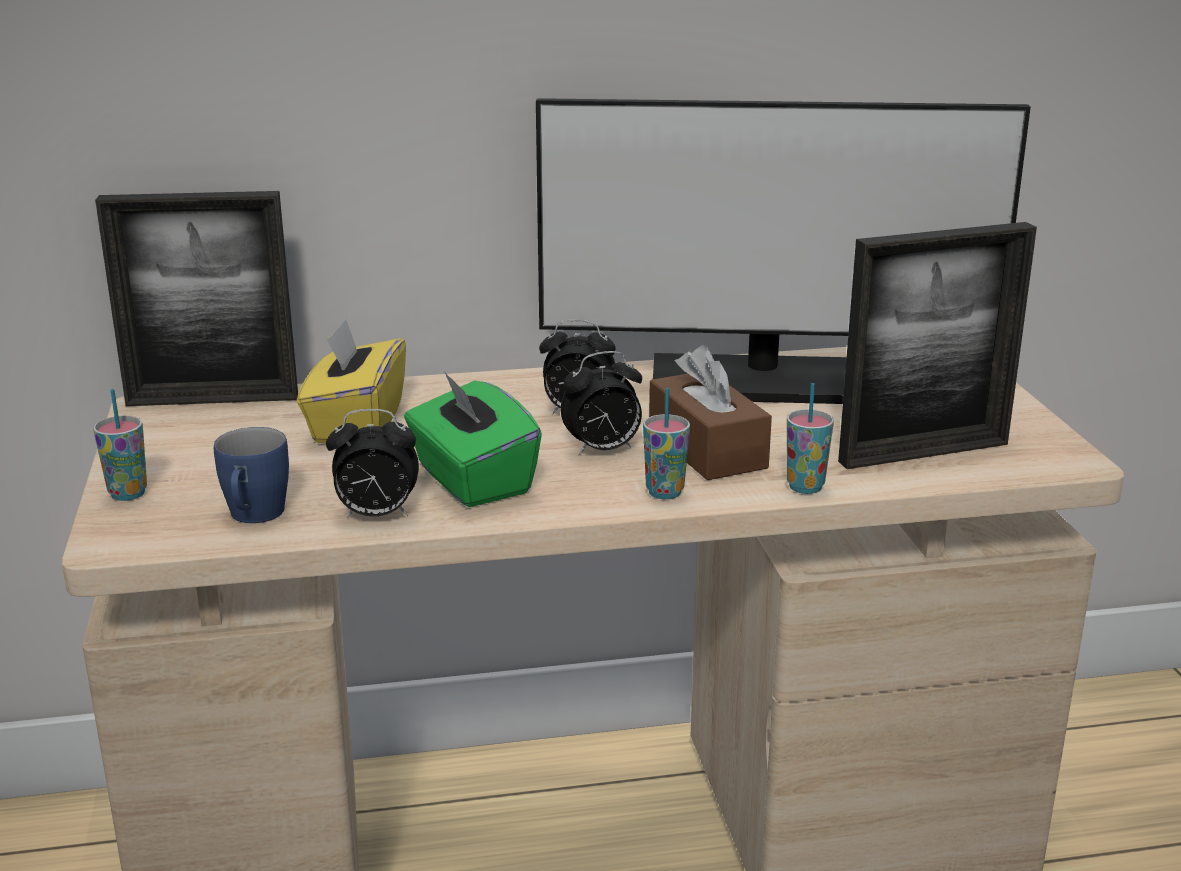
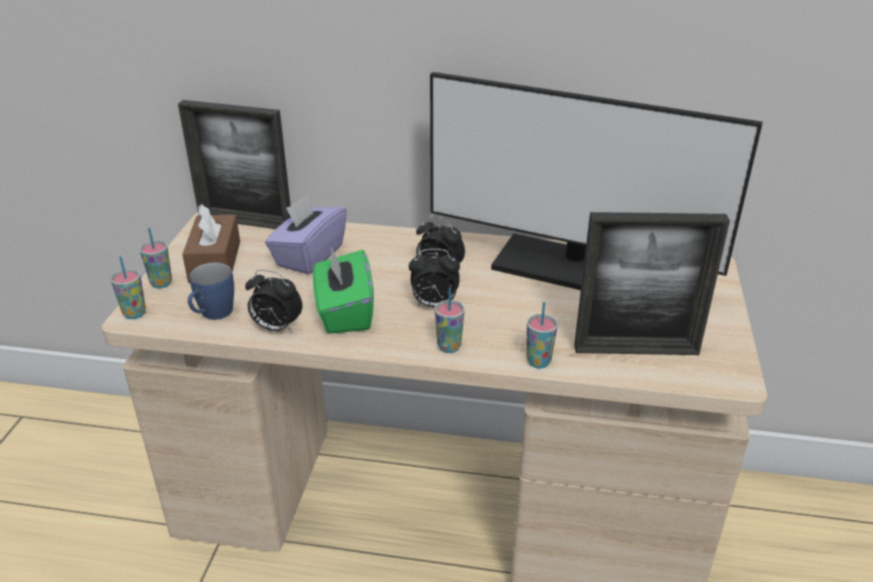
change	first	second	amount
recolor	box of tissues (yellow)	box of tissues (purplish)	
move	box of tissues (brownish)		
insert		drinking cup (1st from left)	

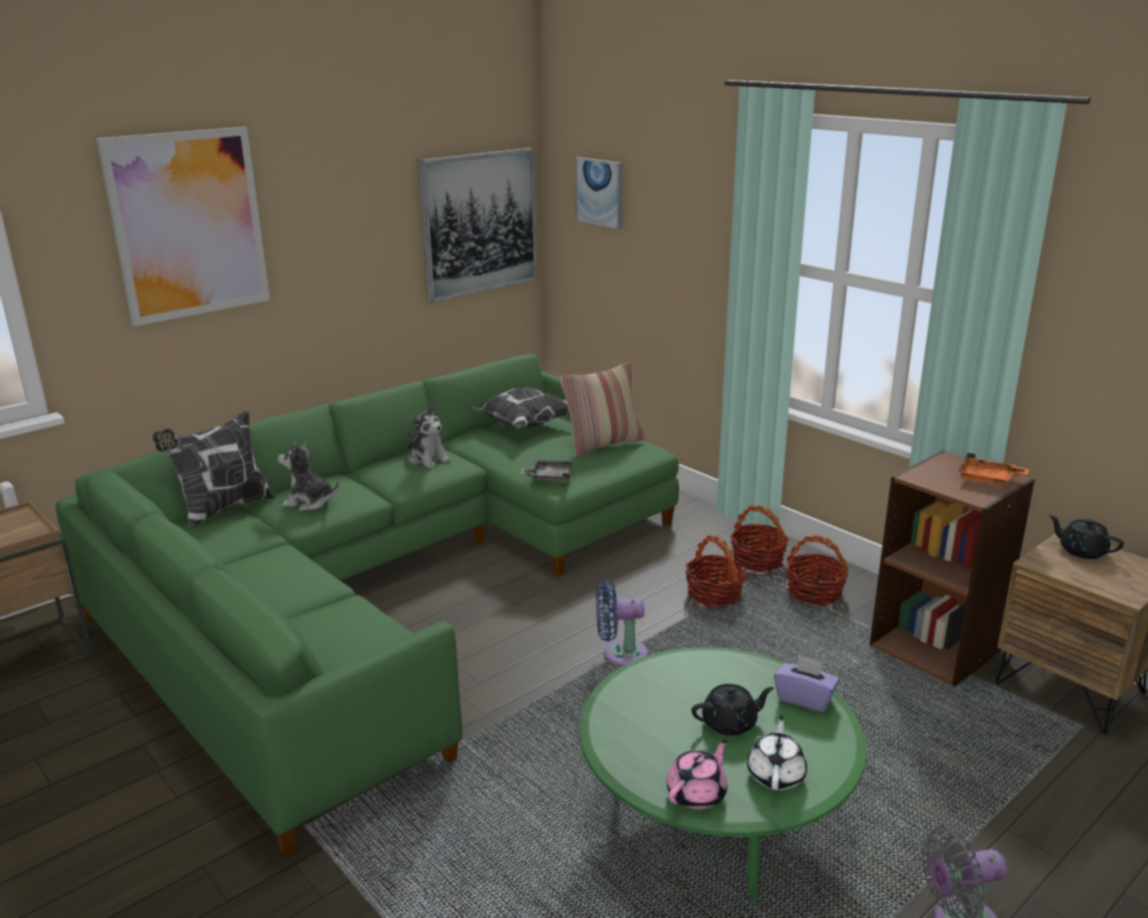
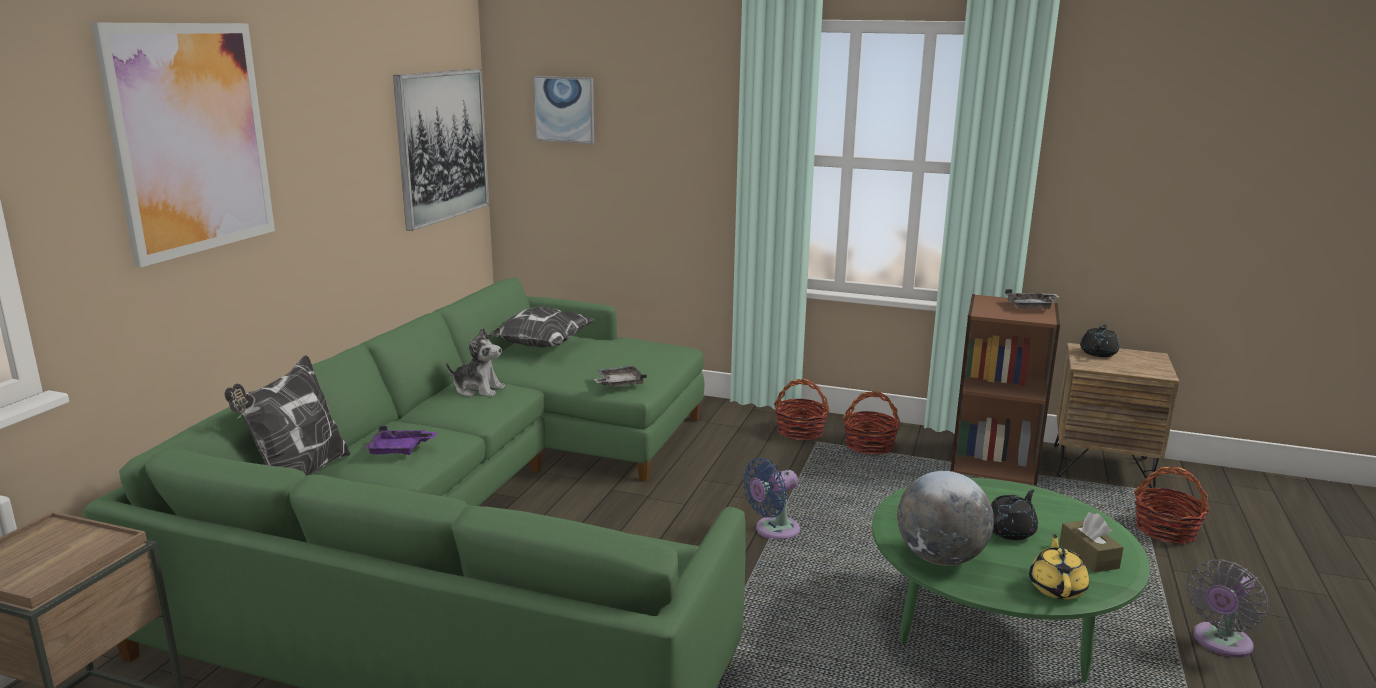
change	first	second	amount
replace	cuddly toy (1st from left)	serving tray (purplish)	
delete	pillow (3rd from left)		
recolor	teapot (pink-coloured)	teapot (yellow)	
move	storage basket (1st from left in the first image)	storage basket (3rd from left)	
replace	teapot (white)	box of tissues (brownish)	
delete	box of tissues (purplish)		
recolor	serving tray (orange)	serving tray (grey) (2nd from left)	
rotate	teapot (black-coloured) (2nd from left)		105 degrees clockwise
insert		world globe	

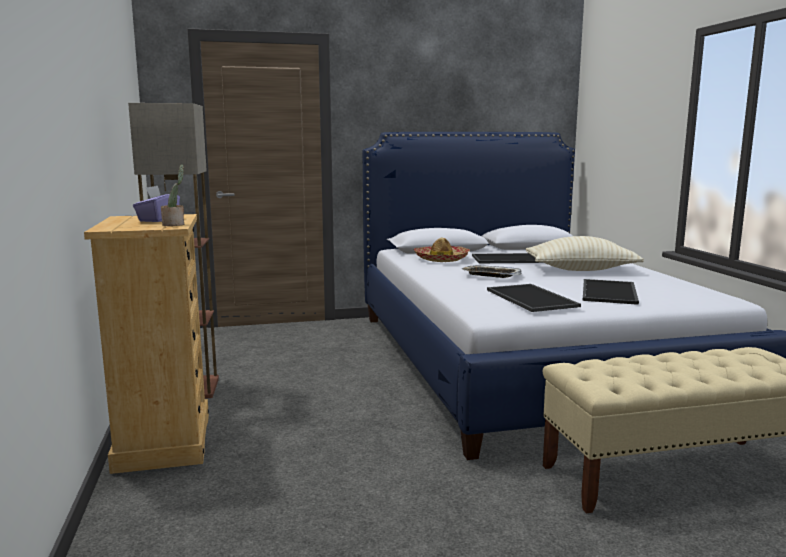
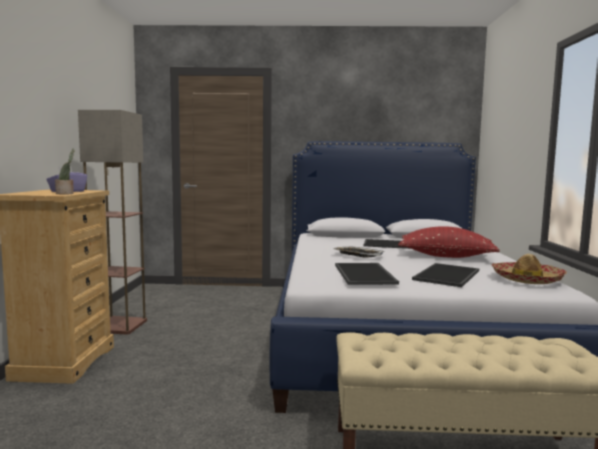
change	first	second	amount
move	wearable hat		
recolor	pillow (beige-coloured)	pillow (red)	

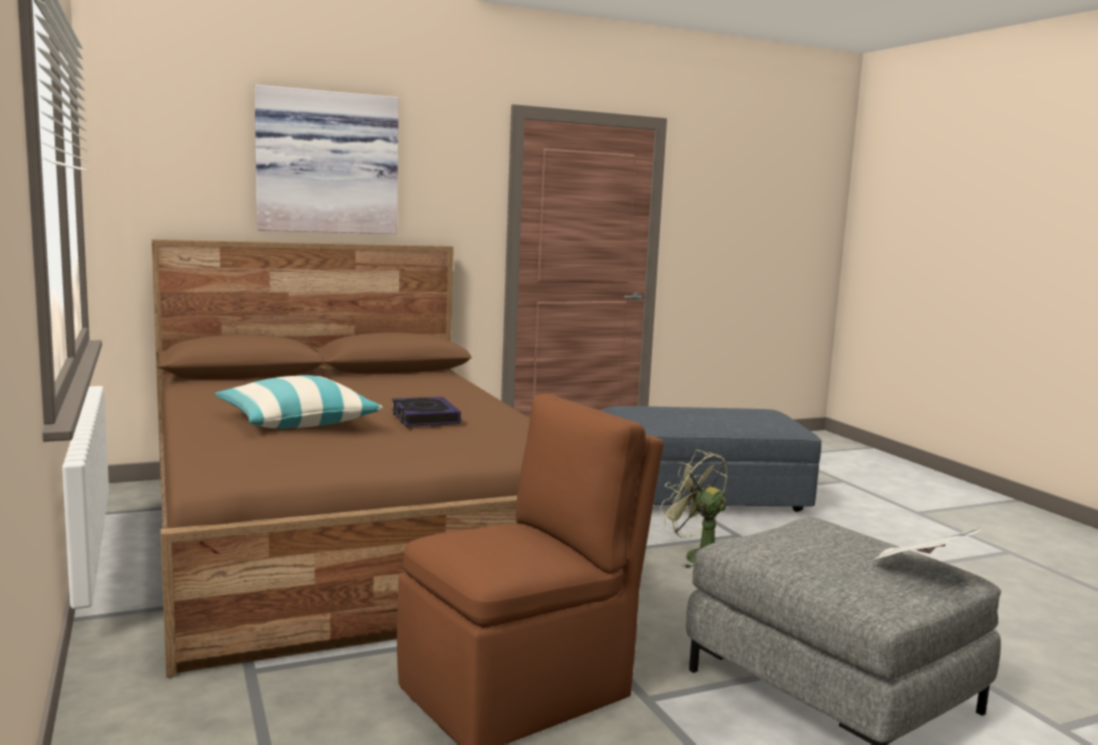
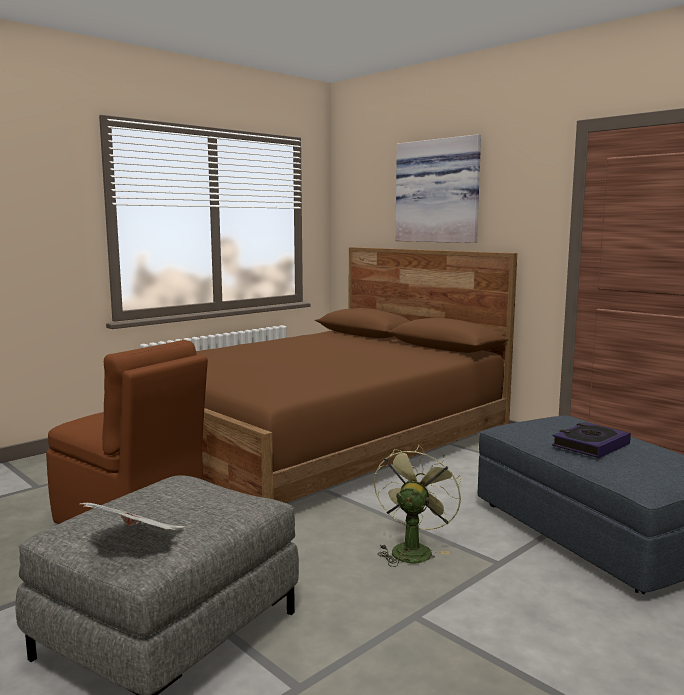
change	first	second	amount
delete	pillow		
move	book		

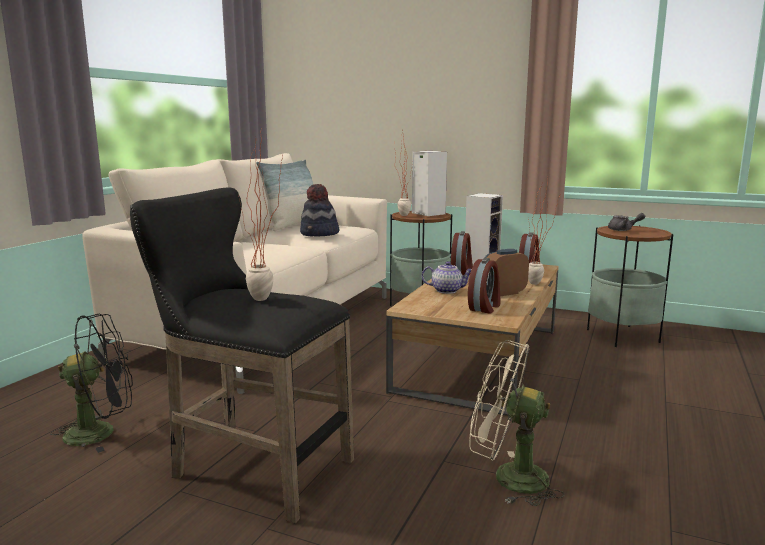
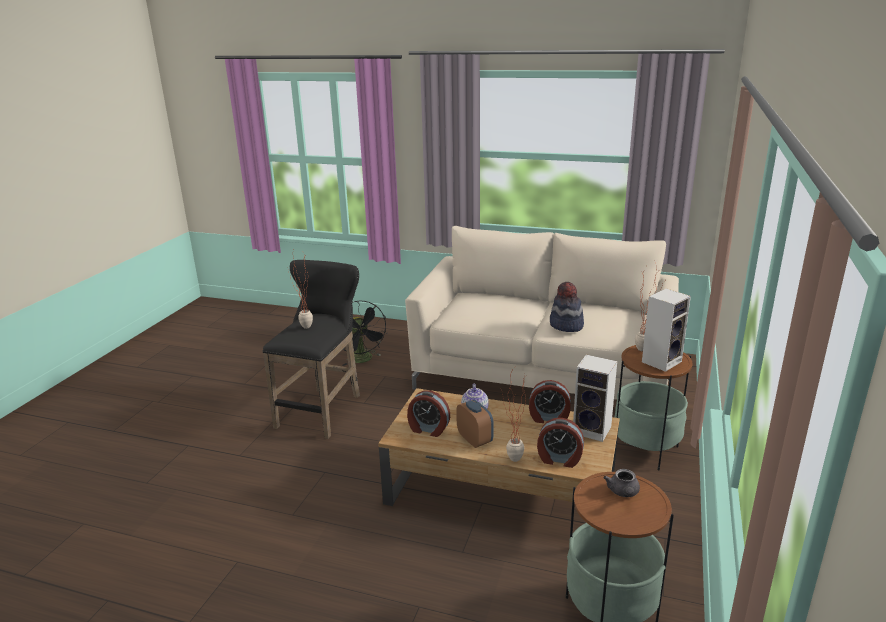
change	first	second	amount
delete	pillow		
delete	cooling fan (beige-coloured)		

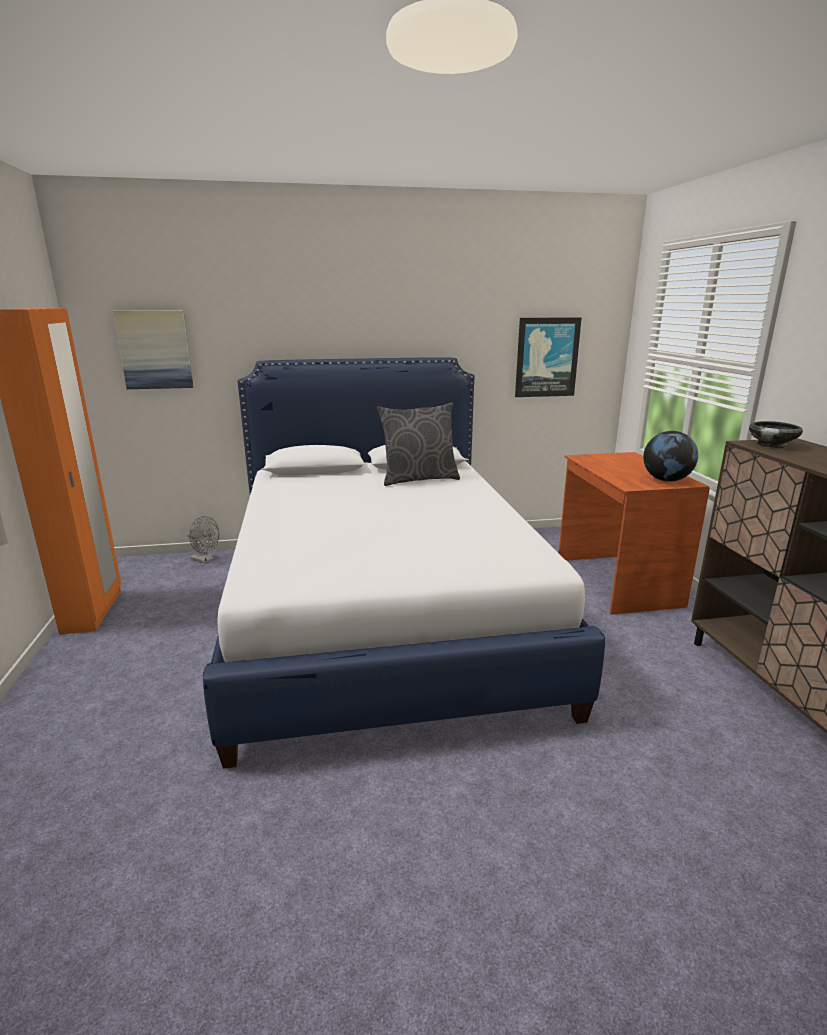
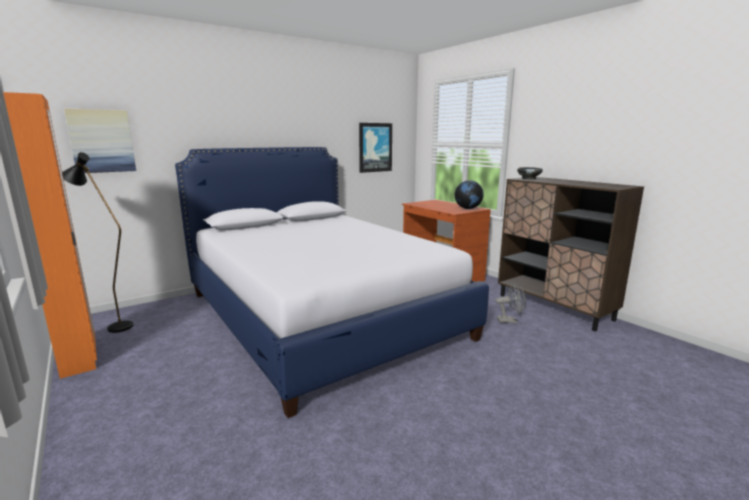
change	first	second	amount
move	cooling fan (grey)		
delete	pillow (grey)		
insert		standing lamp (black-coloured)	

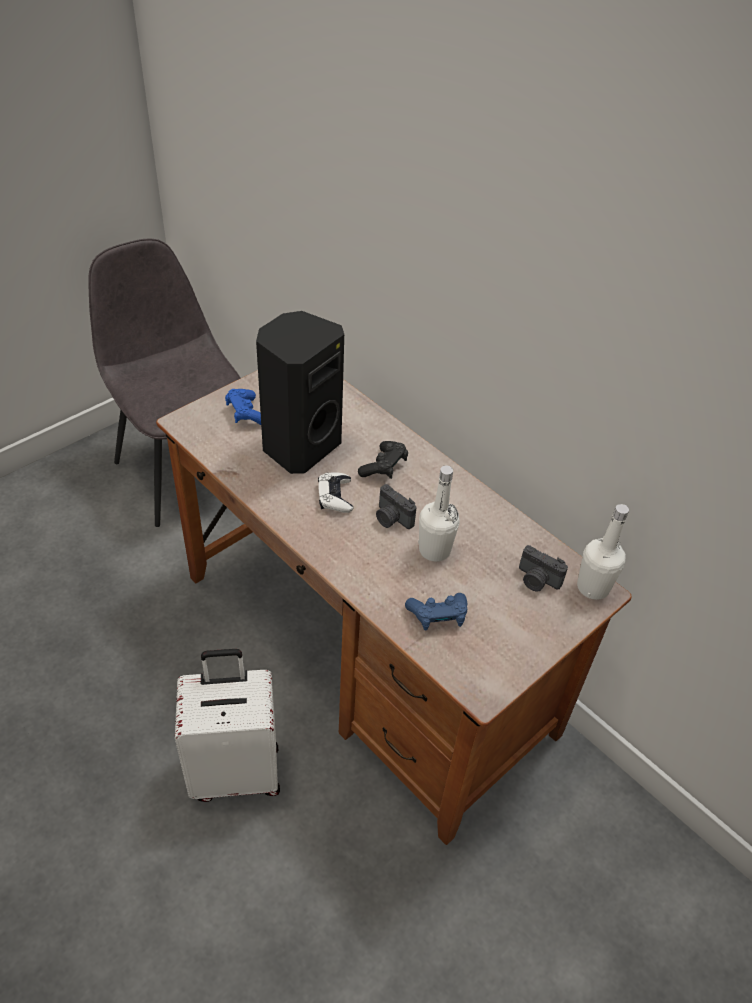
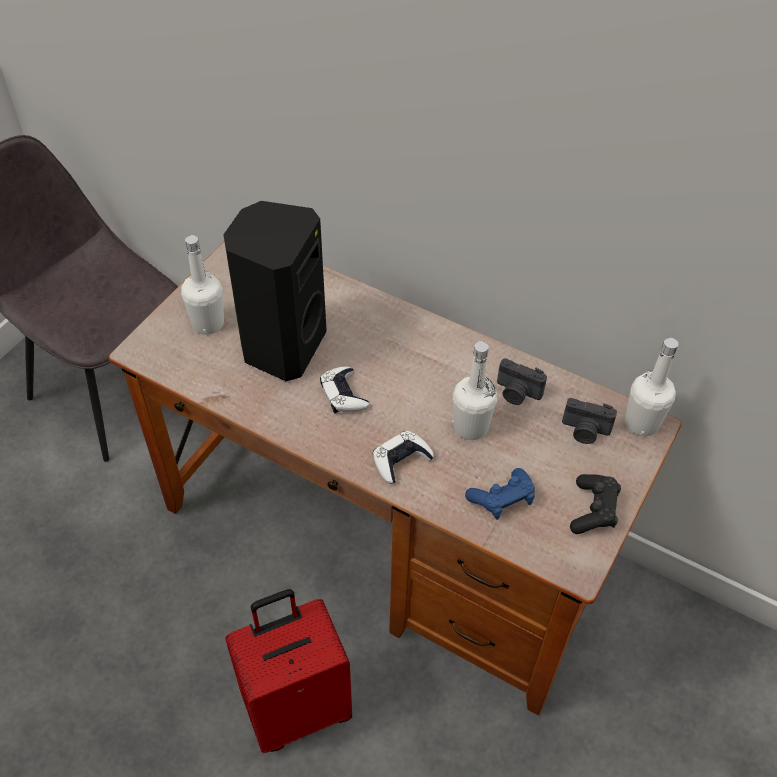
change	first	second	amount
recolor	piece of luggage (white)	piece of luggage (red)	
replace	joypad (blue) (1st from left)	bottle (white) (1st from left)	
move	joypad (black-coloured)		
move	photo camera (1st from left)		
insert		joypad (white) (2nd from left)	

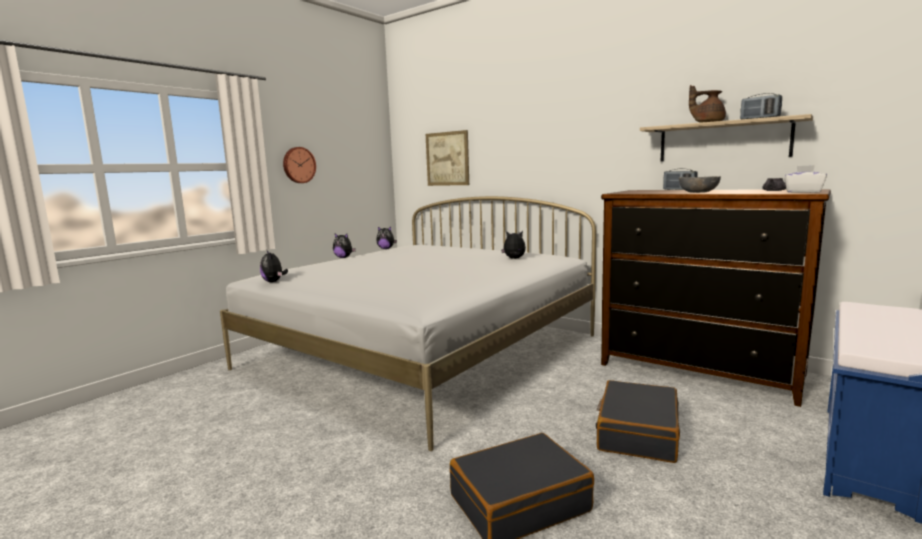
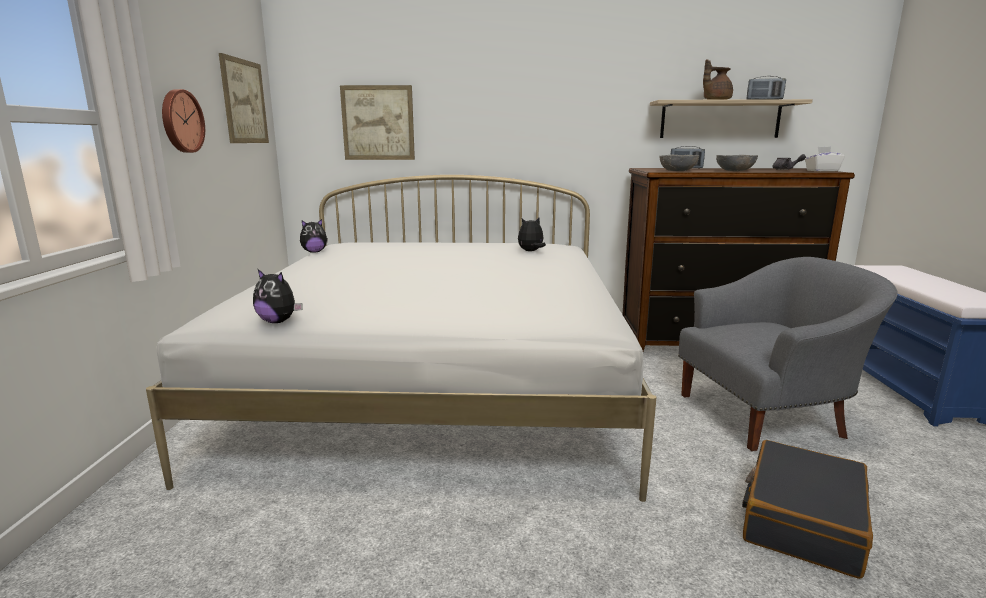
change	first	second	amount
delete	cuddly toy (2nd from left)		
replace	piece of luggage (black-coloured) (2nd from left)	easy chair (grey)	
insert		wall art (1st from left)	
insert		bowl (grey) (1st from left)	

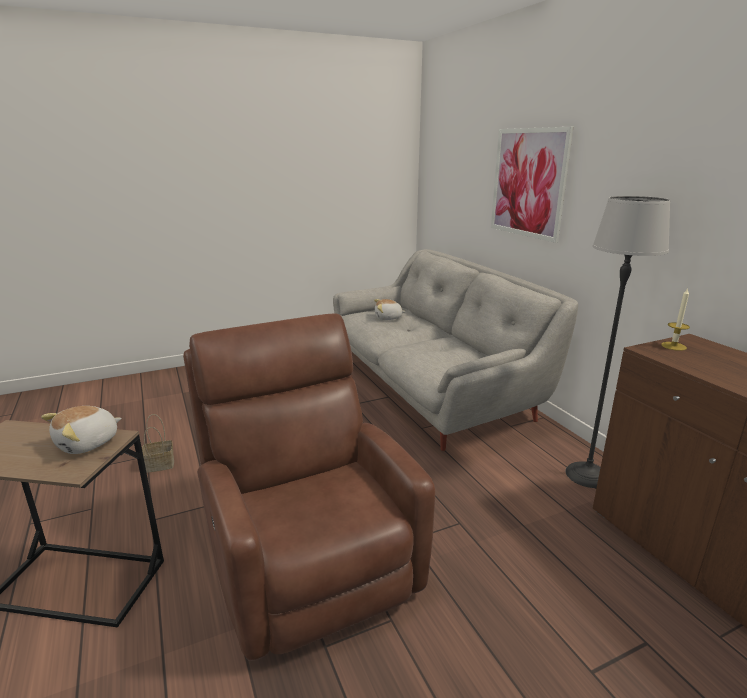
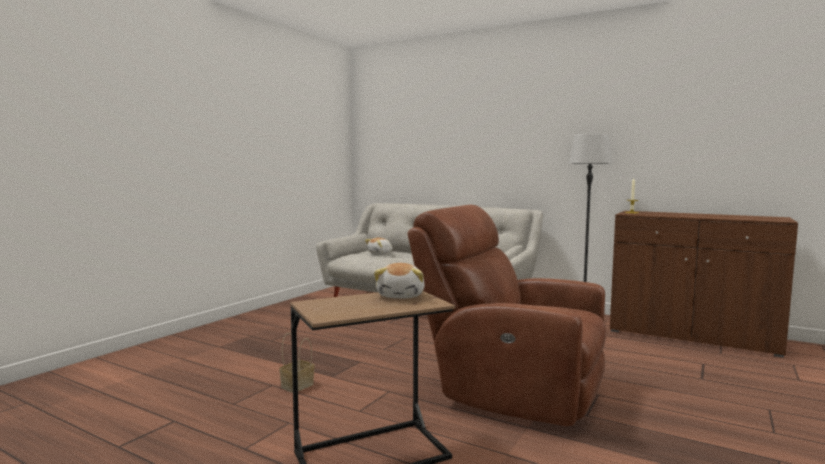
change	first	second	amount
delete	wall art		

